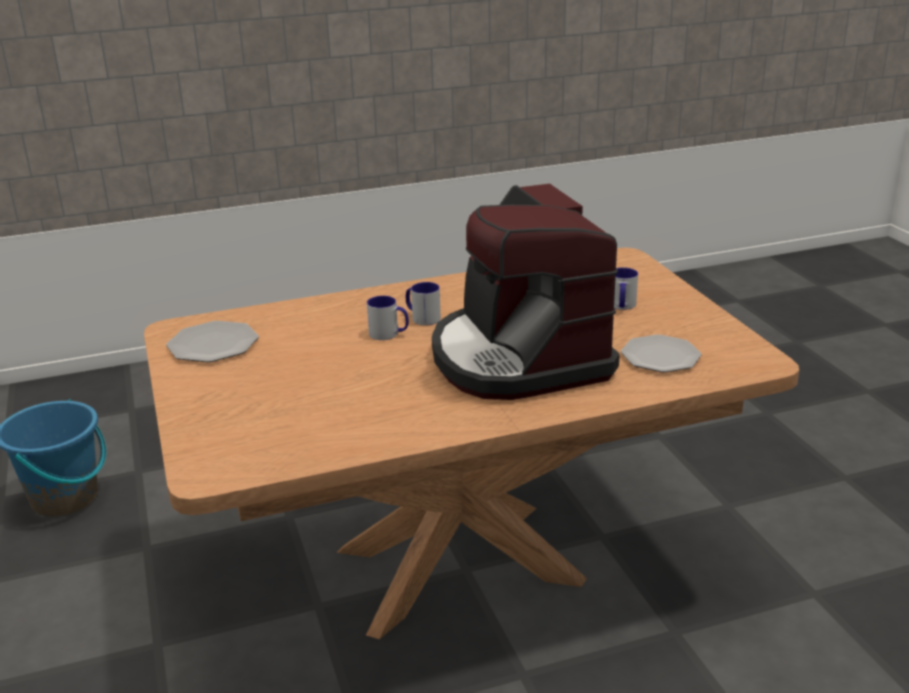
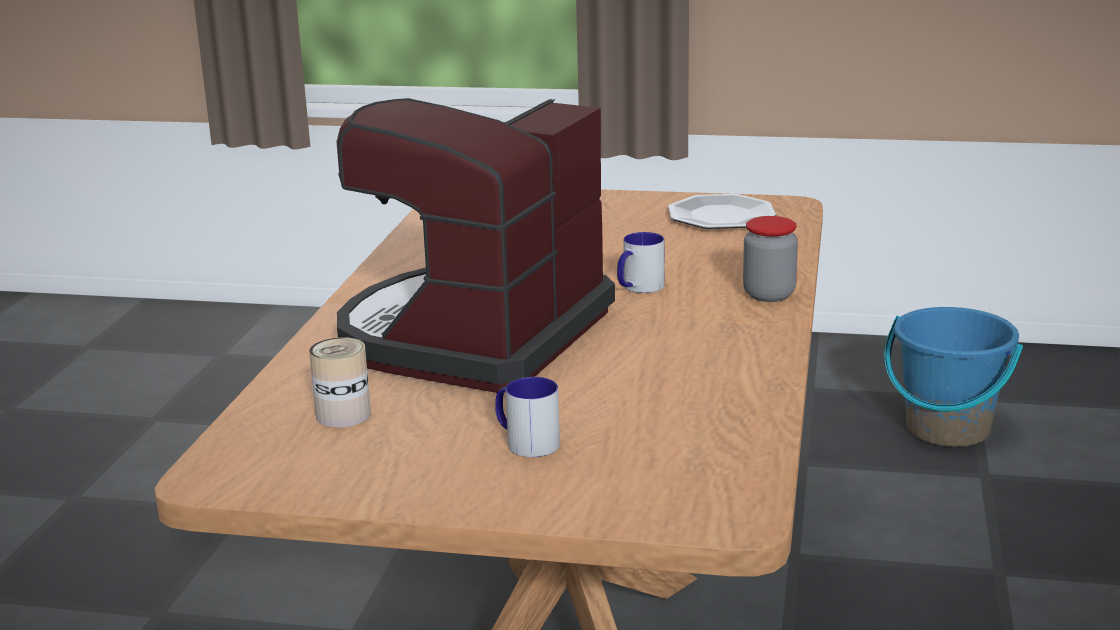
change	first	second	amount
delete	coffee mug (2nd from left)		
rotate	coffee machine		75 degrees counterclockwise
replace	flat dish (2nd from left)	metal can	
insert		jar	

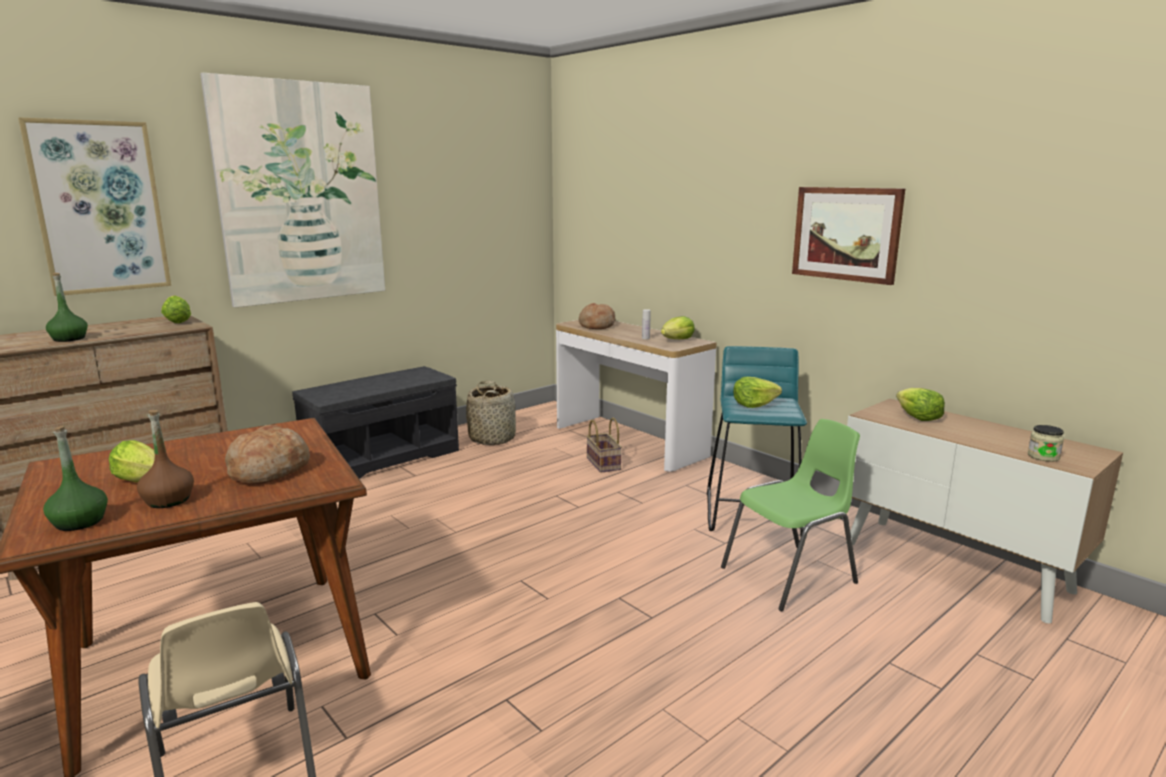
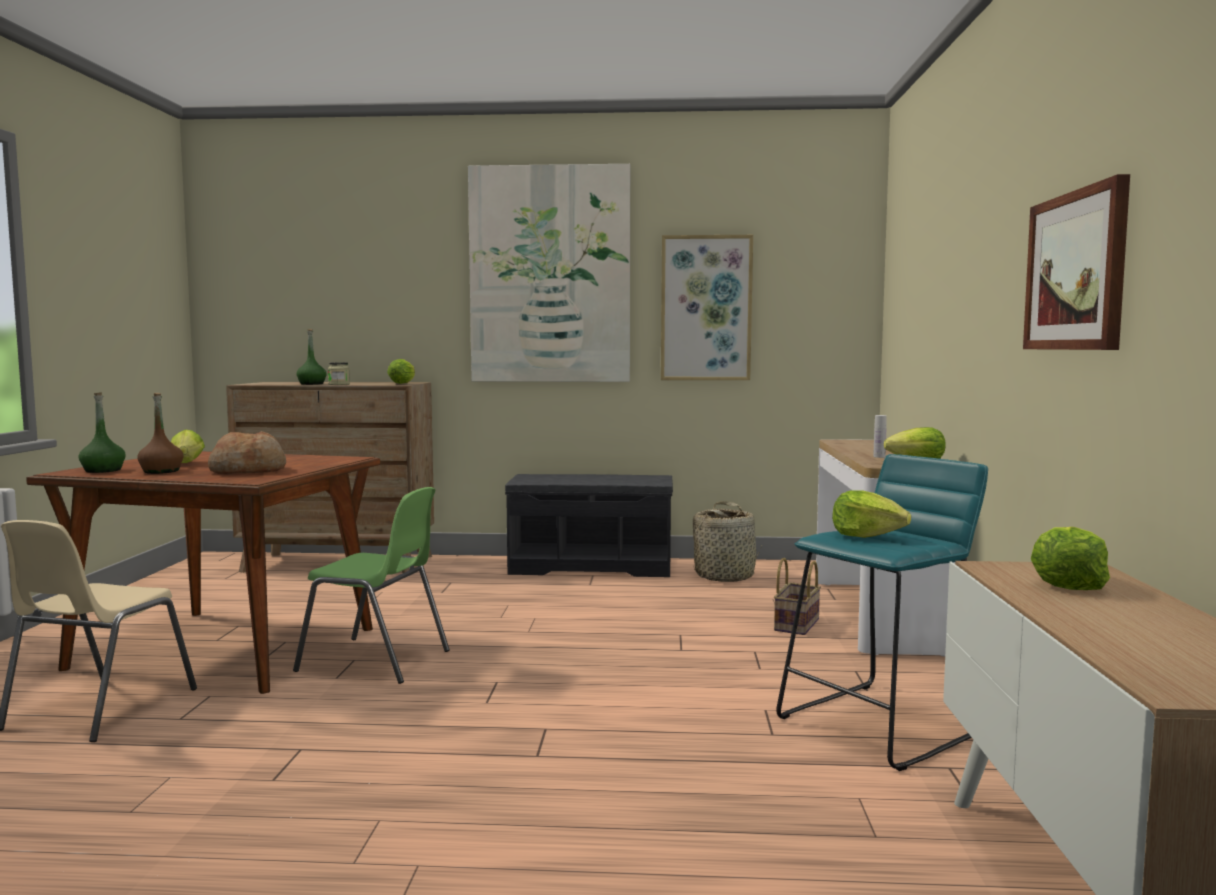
change	first	second	amount
move	wall art (1st from left in the first image)	wall art (2nd from left)	
delete	bakery bread (2nd from left)		
move	plain chair (greenish)		
move	jar		

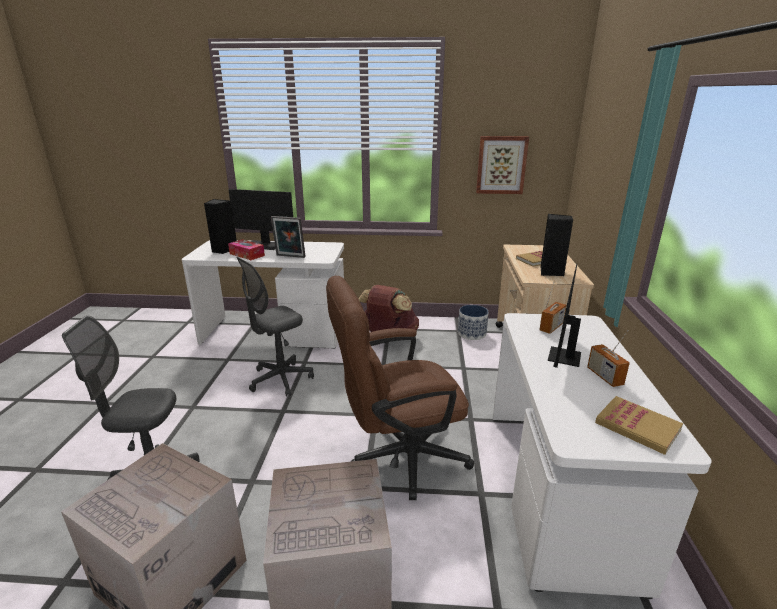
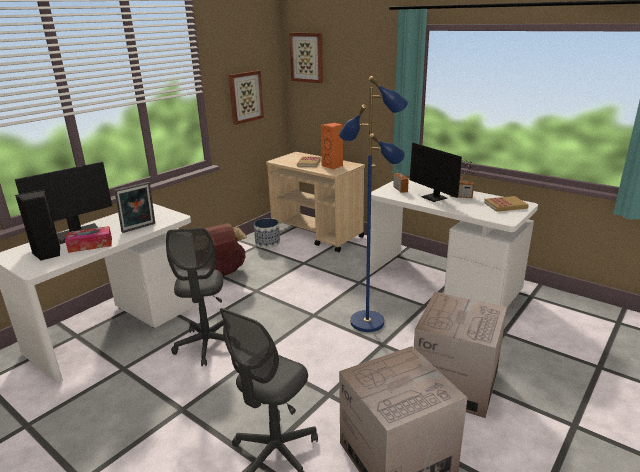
change	first	second	amount
replace	office chair (brownish)	standing lamp (blue)	
recolor	audio speaker (black-coloured) (2nd from left)	audio speaker (orange)	
insert		wall art (2nd from left)	

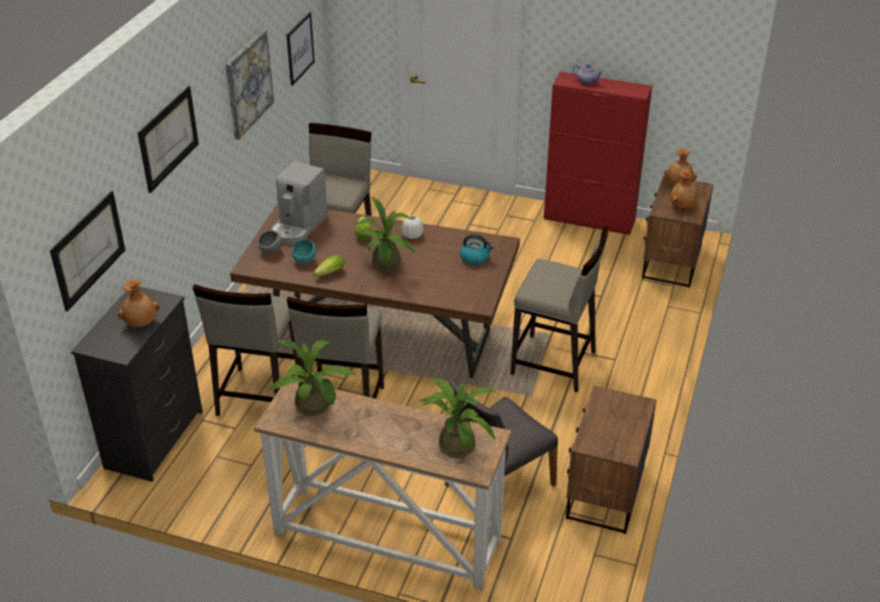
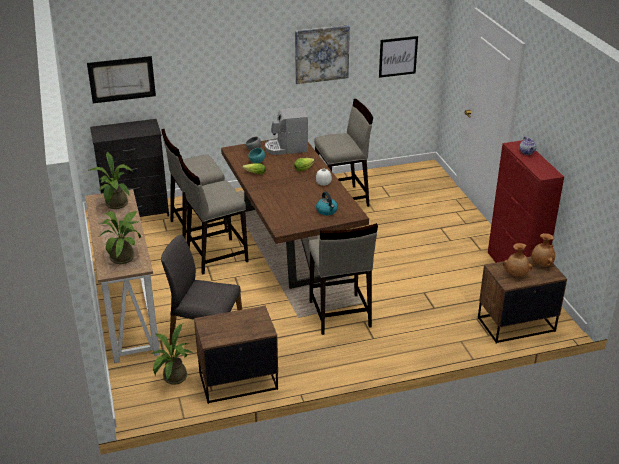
change	first	second	amount
delete	flower vase (brownish) (1st from left)		
delete	wall art (2nd from left)		
move	potted plant (2nd from left in the first image)	potted plant (3rd from left)	

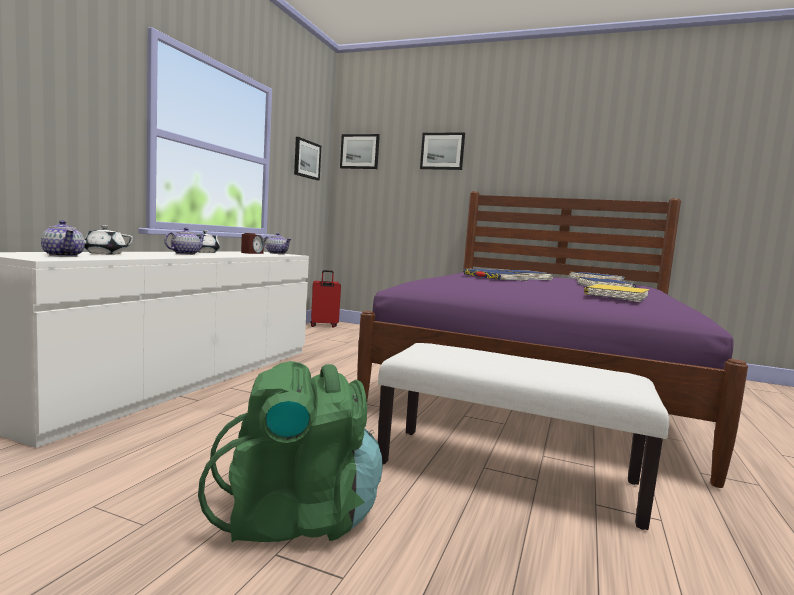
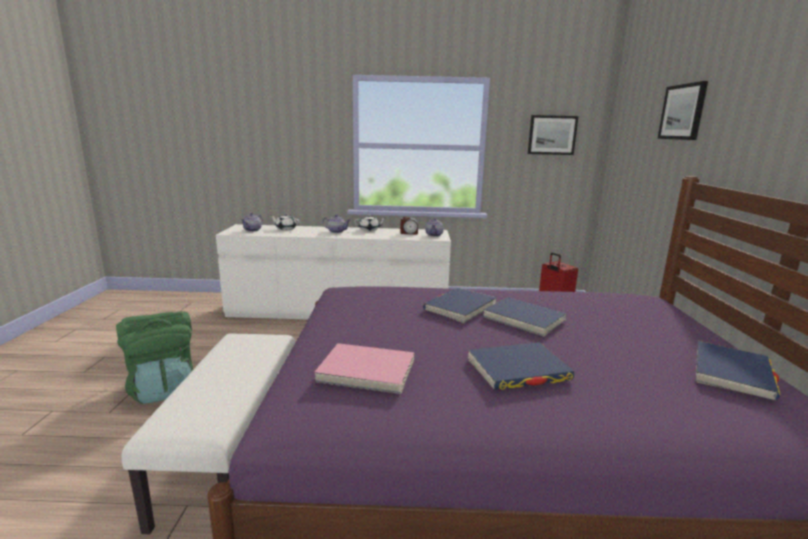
change	first	second	amount
delete	wall art (2nd from left)		
recolor	book (yellow)	book (pink-coloured)	

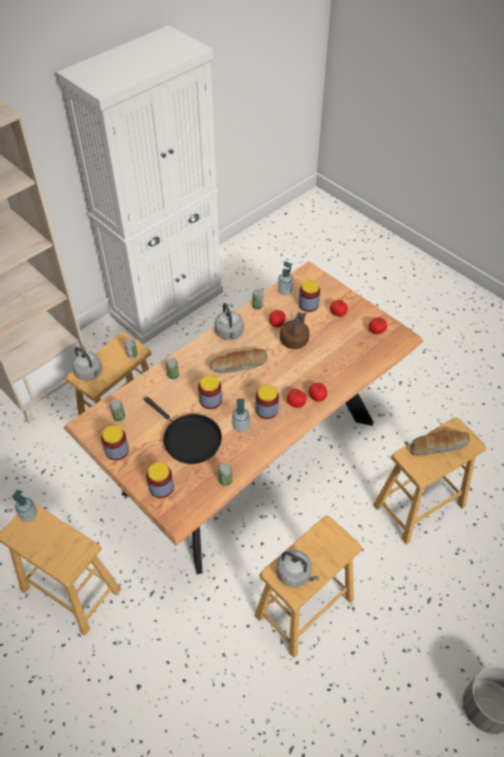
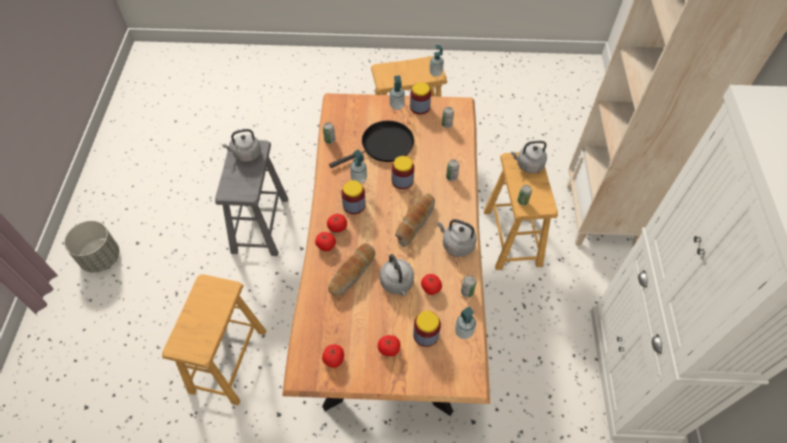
change	first	second	amount
rotate	pan (black-coloured)		150 degrees clockwise
delete	jar (2nd from left)		
recolor	sitting stool (brownish) (3rd from left)	sitting stool (grey)	
recolor	water kettle (brownish)	water kettle (grey) (2nd from left)	
move	bakery bread (2nd from left in the first image)	bakery bread (1st from left)	
insert		liquid soap bottle (2nd from left)	

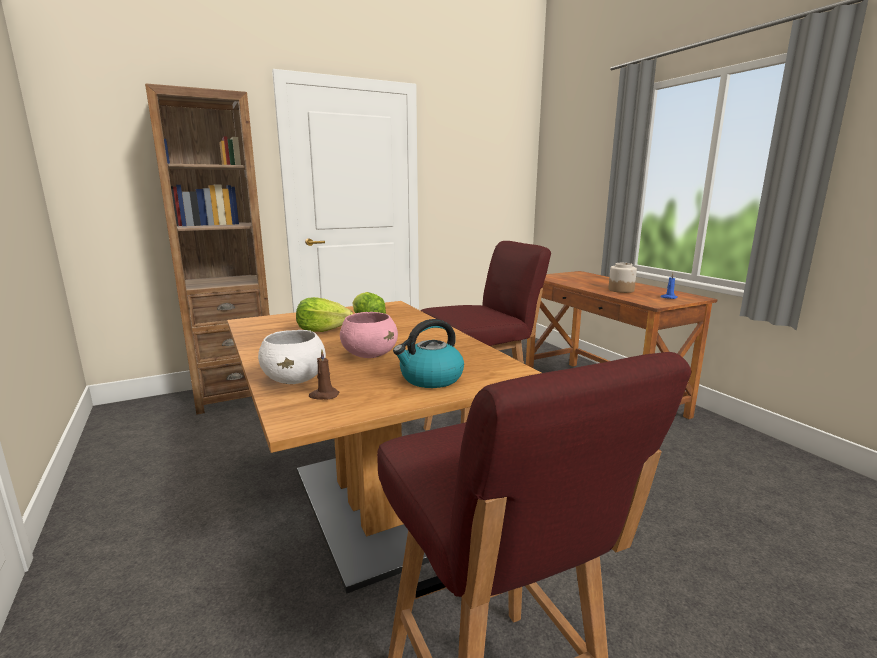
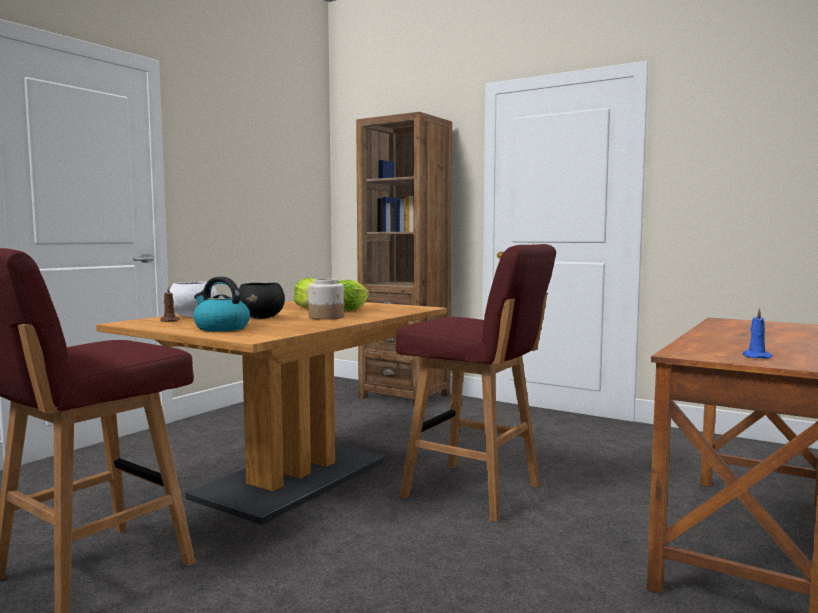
change	first	second	amount
recolor	bowl (pink-coloured)	bowl (black-coloured)	
move	jar		

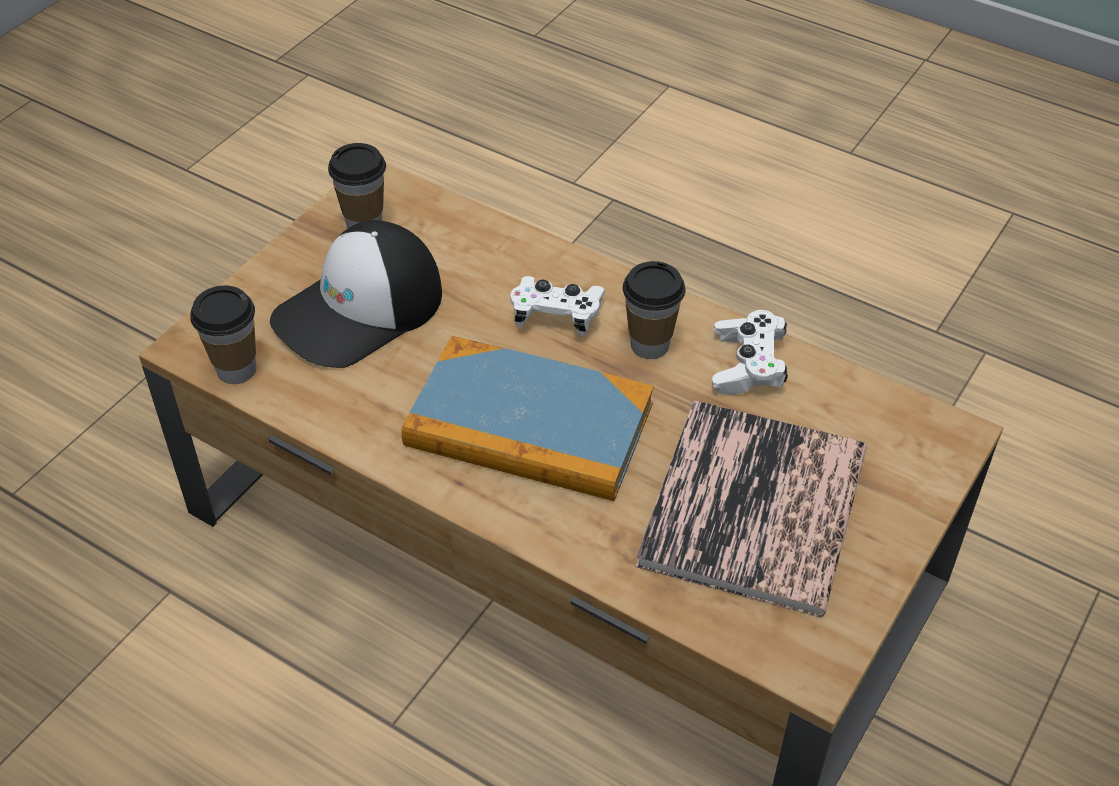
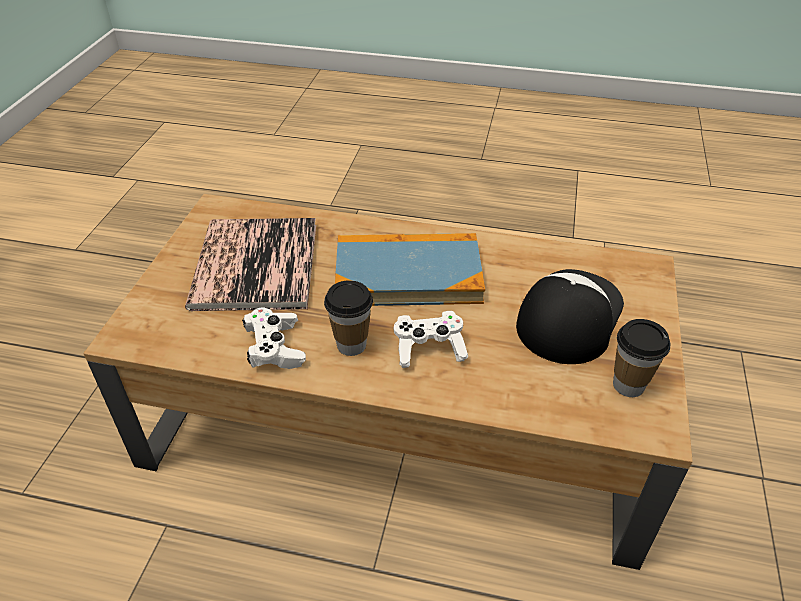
change	first	second	amount
delete	drinking cup (1st from left)		

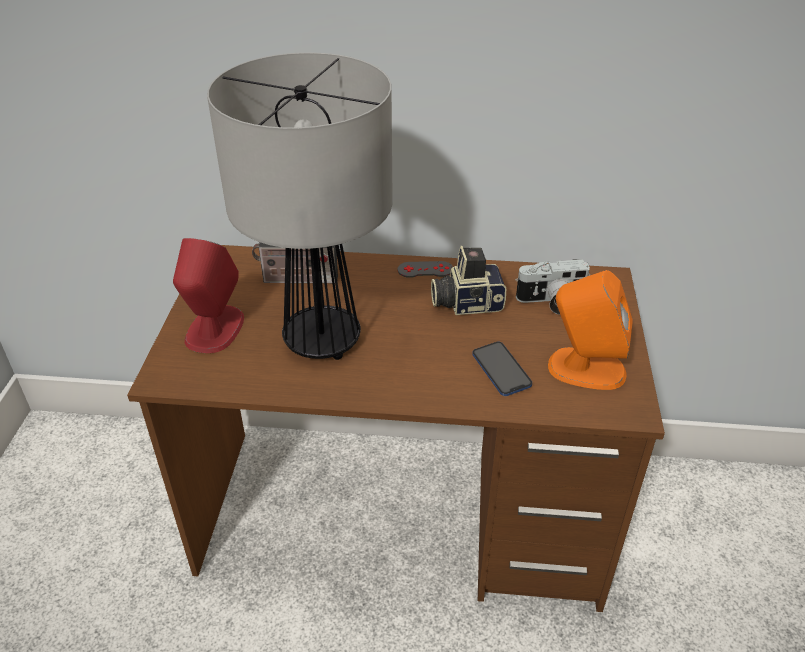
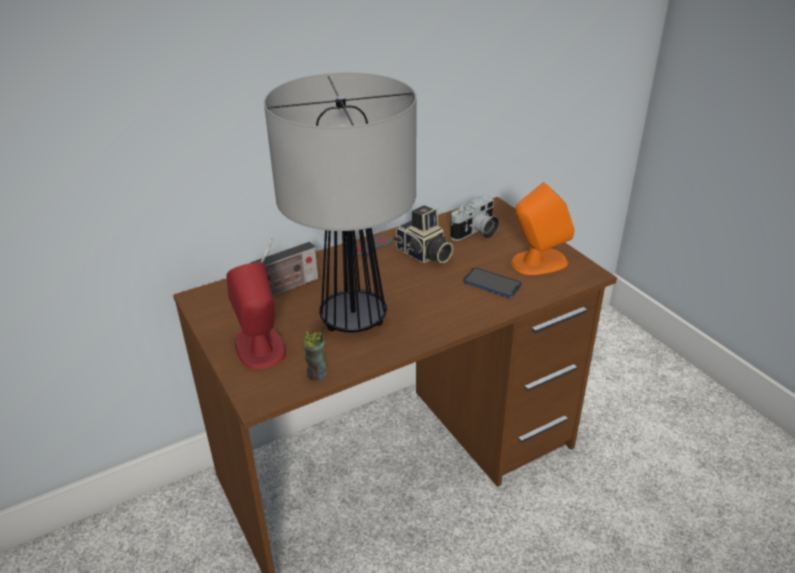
change	first	second	amount
rotate	photo camera (1st from left)		90 degrees counterclockwise
insert		drinking cup	

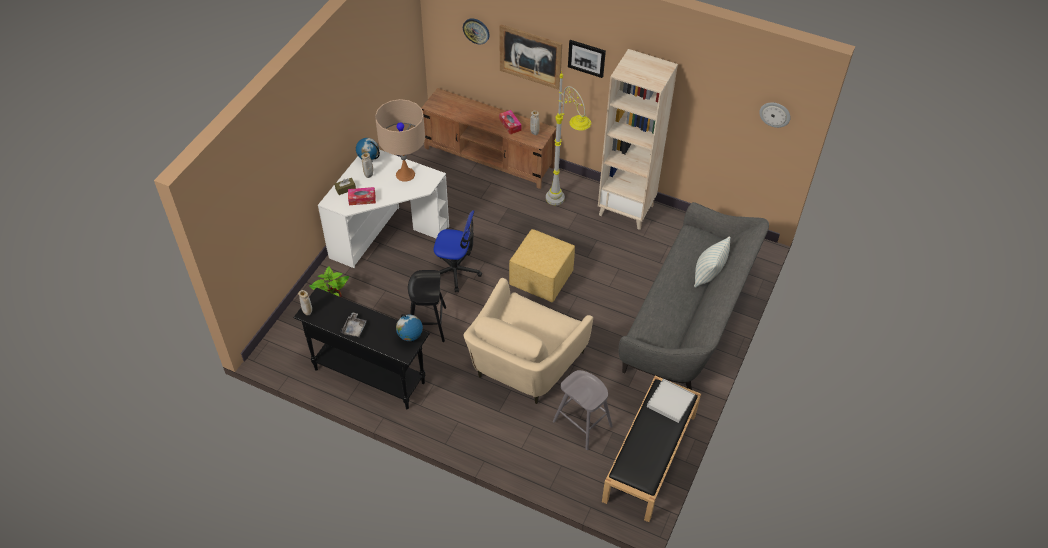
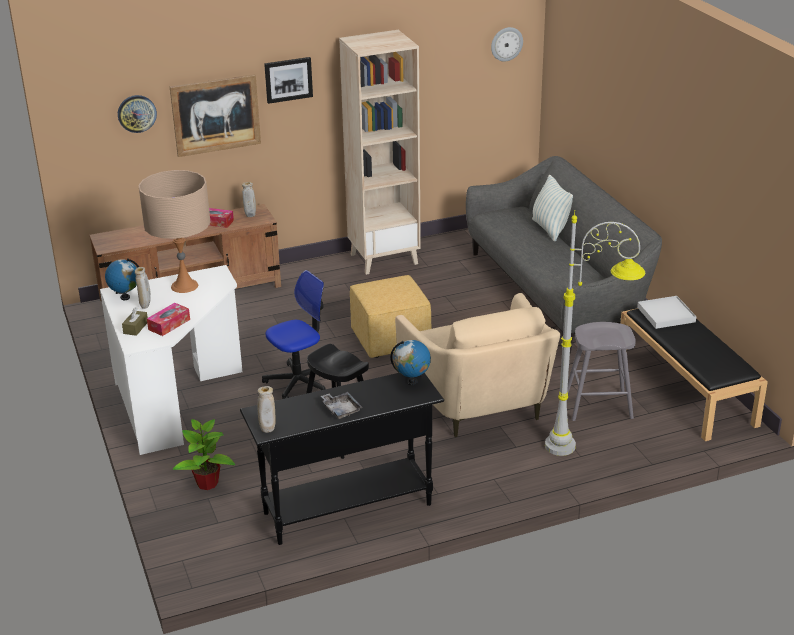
change	first	second	amount
move	standing lamp (grey)		

